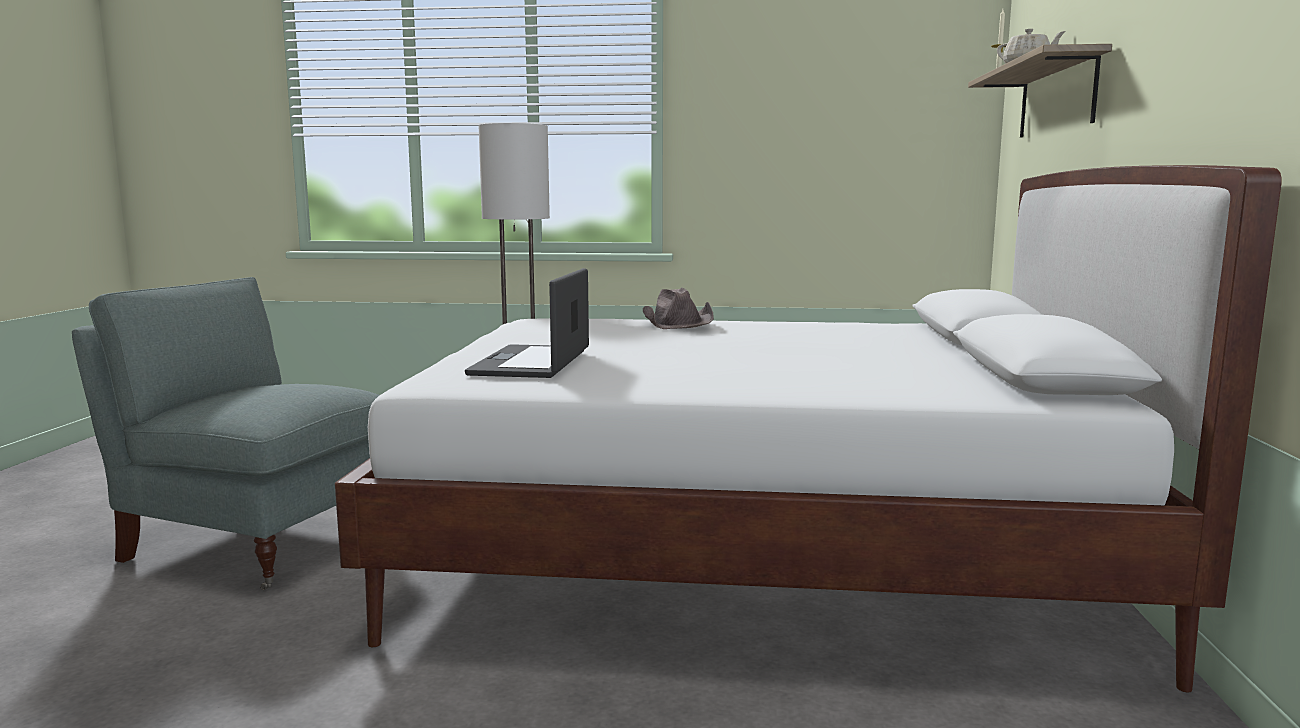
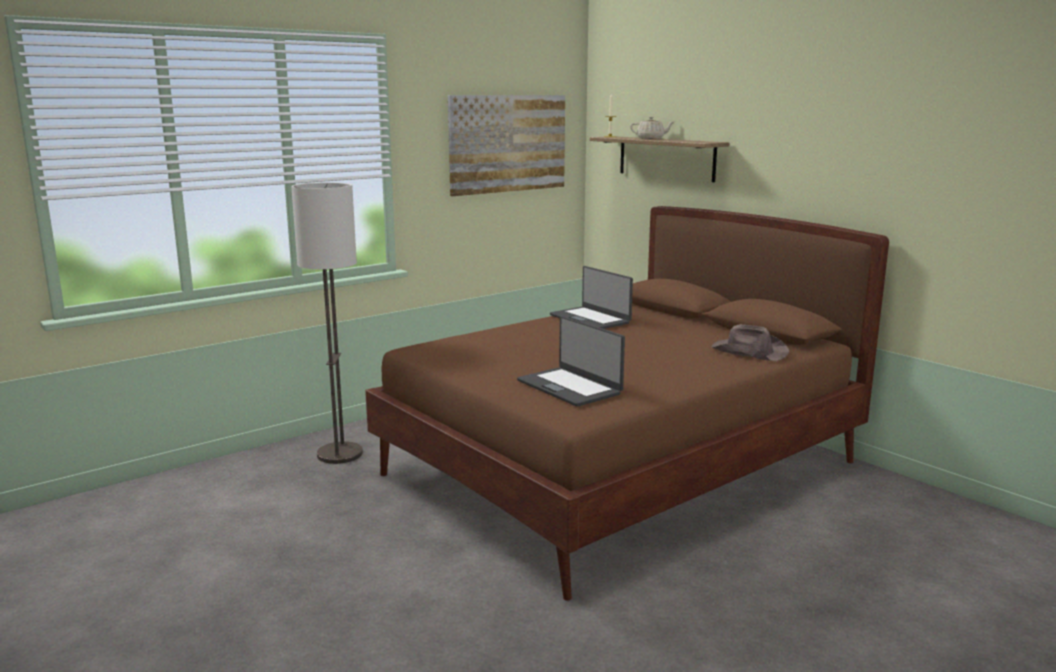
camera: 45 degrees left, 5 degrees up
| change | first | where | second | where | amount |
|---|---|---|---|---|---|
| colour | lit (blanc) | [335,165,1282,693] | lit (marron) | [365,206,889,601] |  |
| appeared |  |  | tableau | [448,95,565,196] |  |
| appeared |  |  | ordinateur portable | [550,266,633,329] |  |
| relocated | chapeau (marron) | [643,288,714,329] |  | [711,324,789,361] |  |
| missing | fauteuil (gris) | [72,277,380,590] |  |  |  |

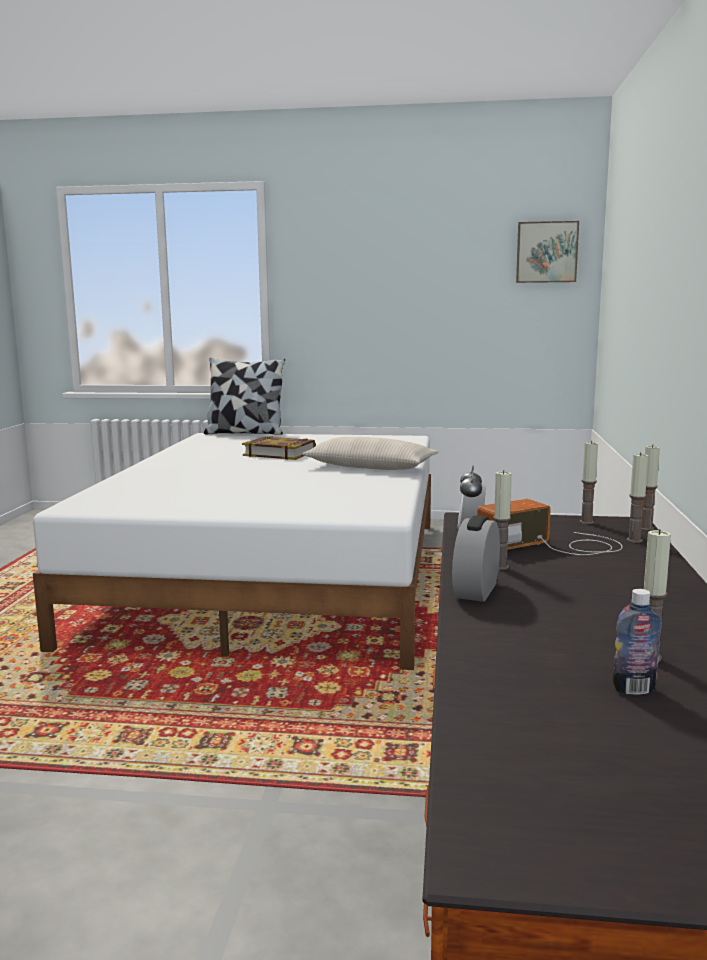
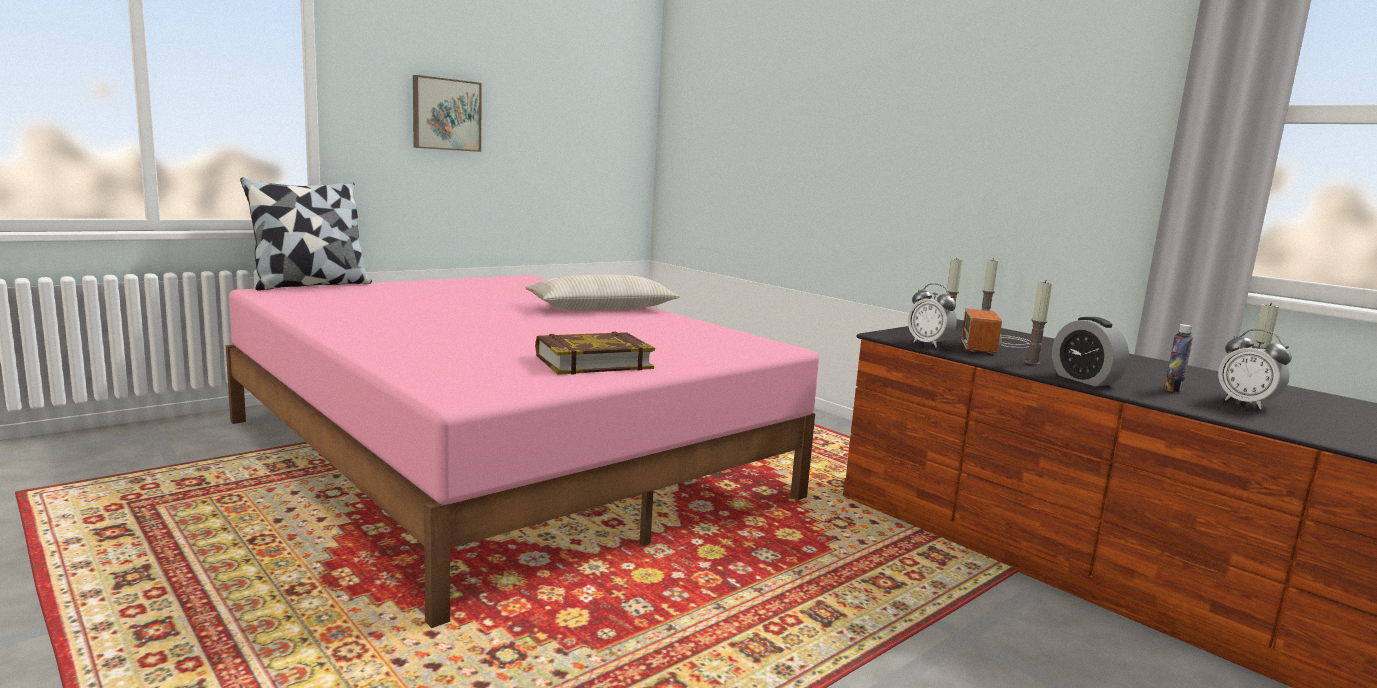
camera: 50 degrees left, 0 degrees up
| change | first | where | second | where | amount |
|---|---|---|---|---|---|
| colour | lit (blanc) | [33,433,431,670] | lit (rose) | [226,275,819,628] |  |
| relocated | tableau | [516,221,579,283] |  | [413,75,482,152] |  |
| relocated | livre | [242,436,316,460] |  | [535,331,655,375] |  |
| relocated | bouteille | [613,589,661,695] |  | [1164,324,1193,392] |  |
| appeared |  |  | réveil | [1218,329,1292,409] |  |
| missing | bougie | [627,452,648,543] |  |  |  |

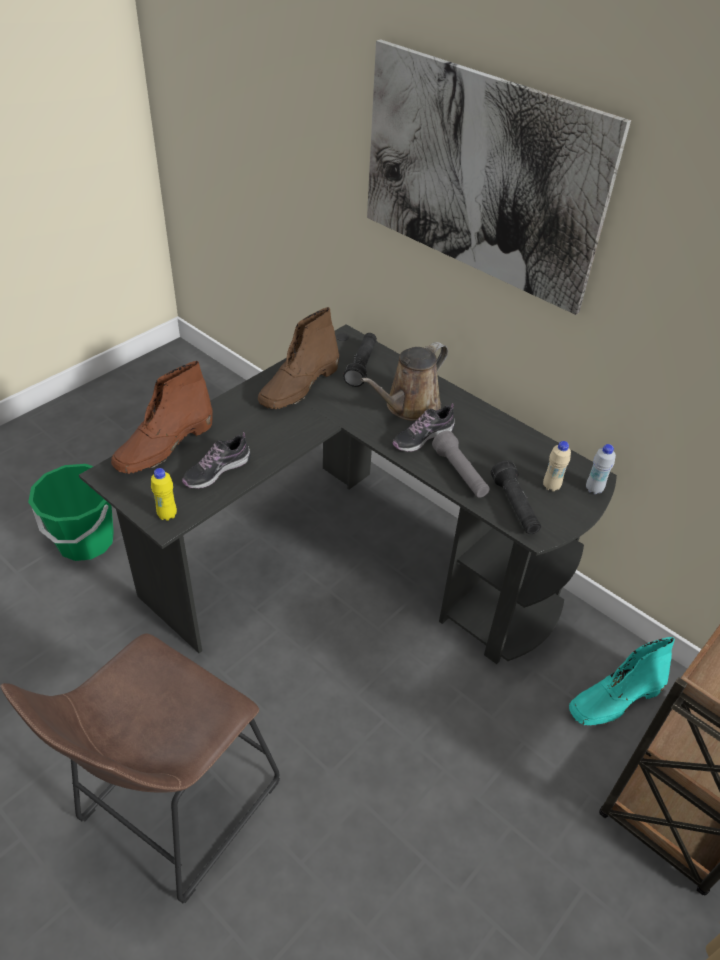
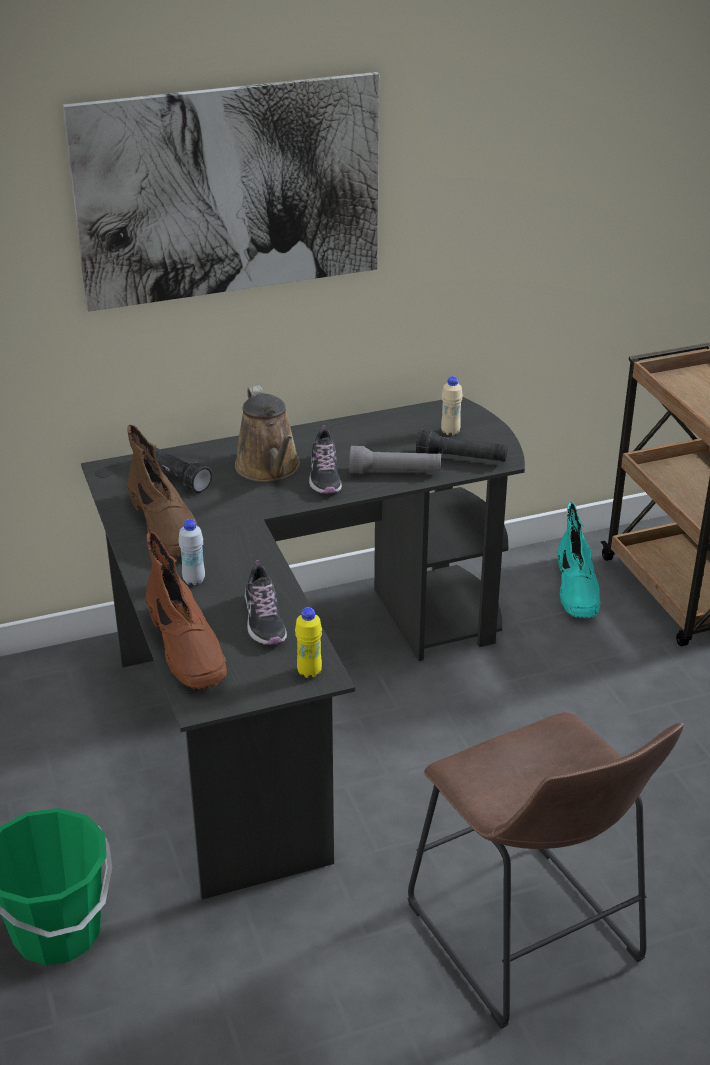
camera: 60 degrees left, 10 degrees down
| change | first | where | second | where | amount |
|---|---|---|---|---|---|
| relocated | bouteille (blanc) | [586,444,616,494] |  | [179,519,205,585] |  |

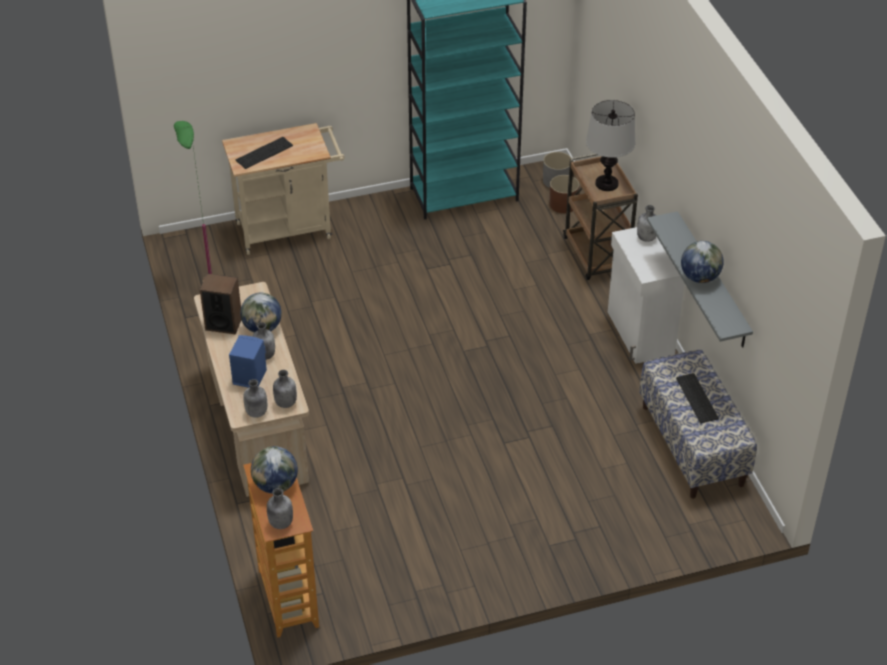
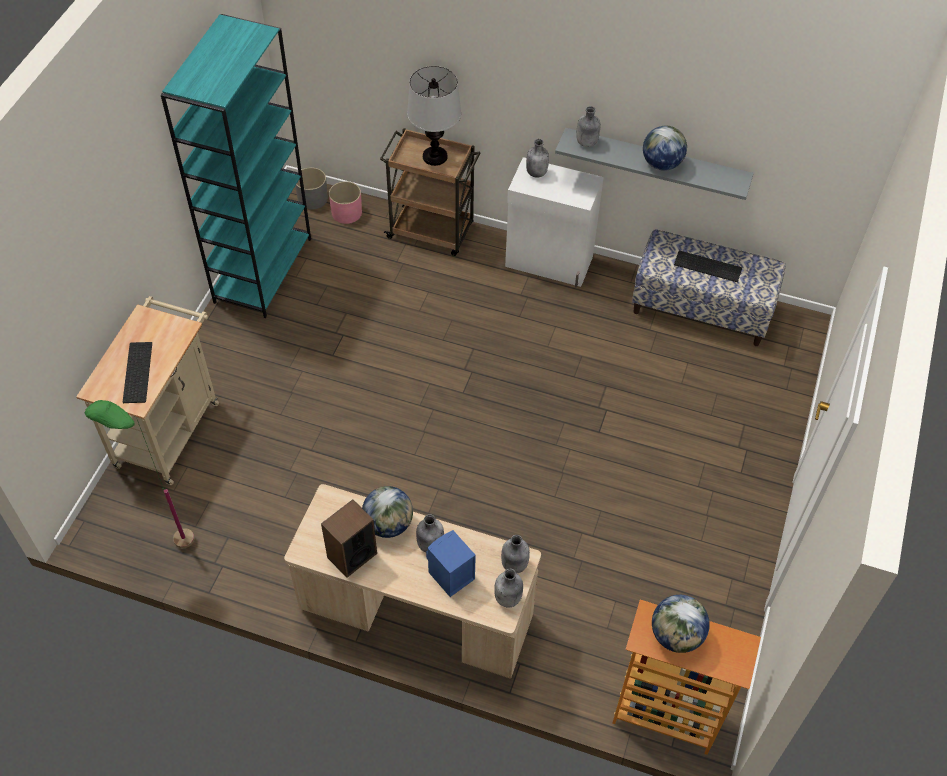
camera: 55 degrees left, 10 degrees up
| change | first | where | second | where | amount |
|---|---|---|---|---|---|
| colour | cache-pot (marron) | [549,175,579,213] | cache-pot (rose) | [329,181,362,224] |  |
| relocated | bouteille (gris) | [267,488,293,529] |  | [576,106,600,147] |  |

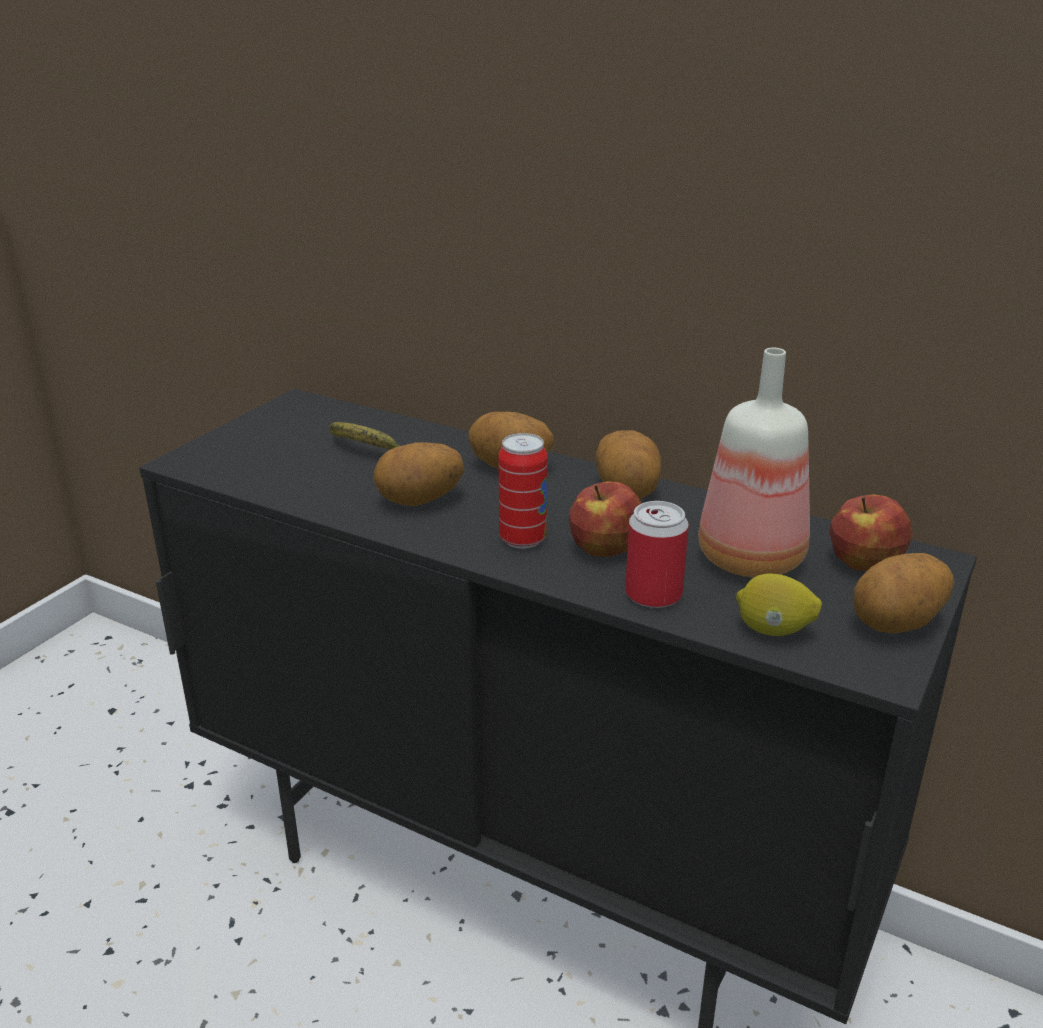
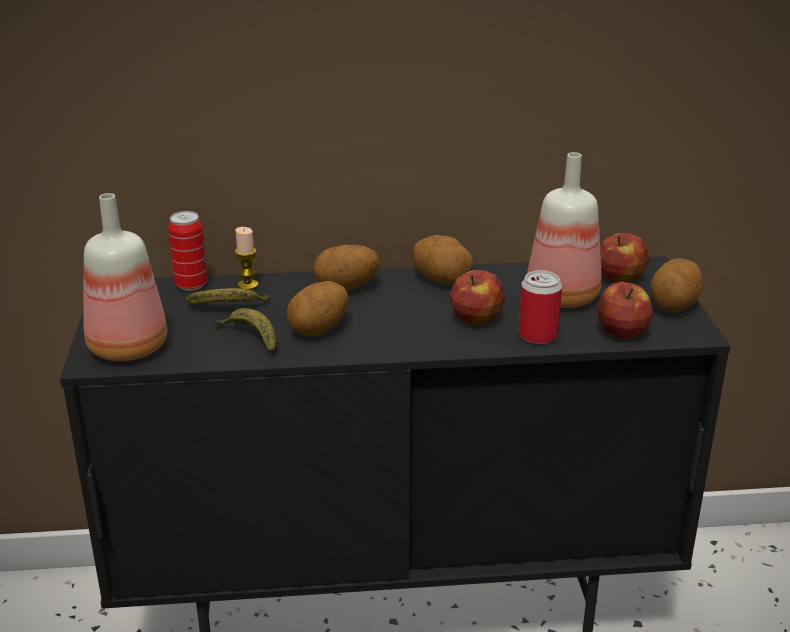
camera: 35 degrees left, 0 degrees up
| change | first | where | second | where | amount |
|---|---|---|---|---|---|
| appeared |  |  | bouteille | [84,193,167,361] |  |
| relocated | boîte métallique | [498,433,548,549] |  | [168,211,207,291] |  |
| appeared |  |  | banane | [215,308,276,353] |  |
| appeared |  |  | bougie | [235,227,259,290] |  |
| exchanged | citron | [736,573,822,636] | pomme | [598,282,653,339] |  |

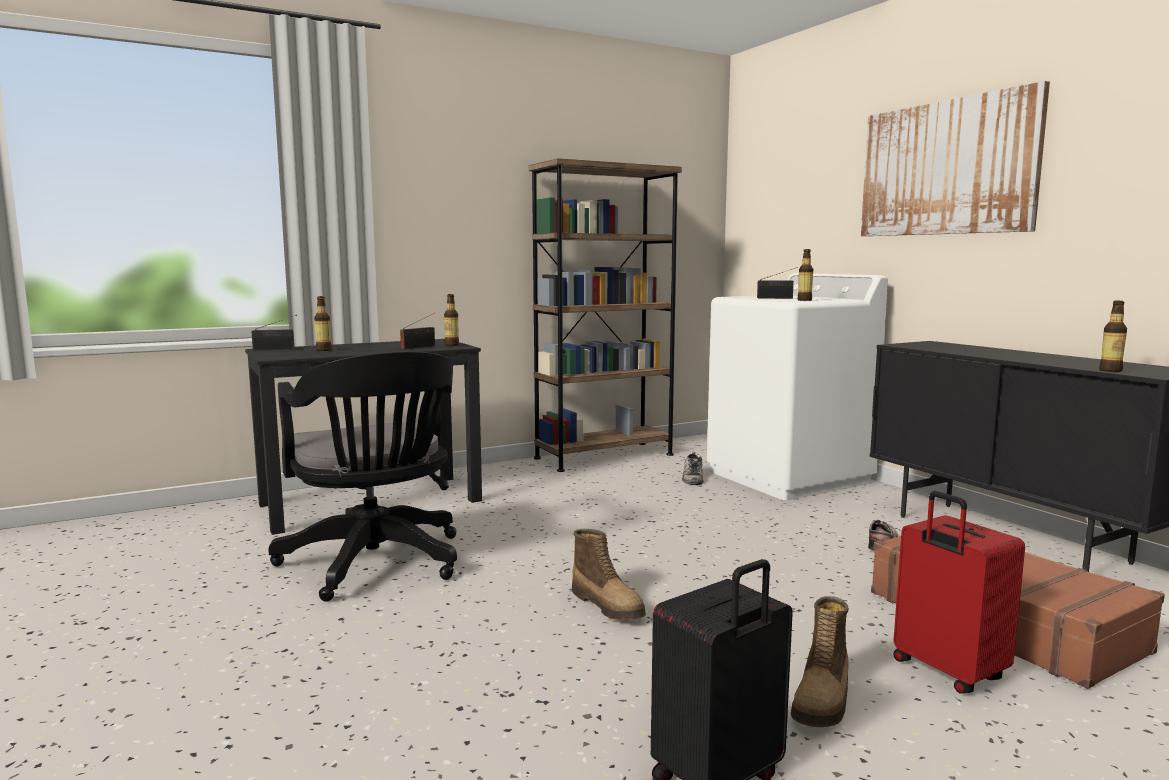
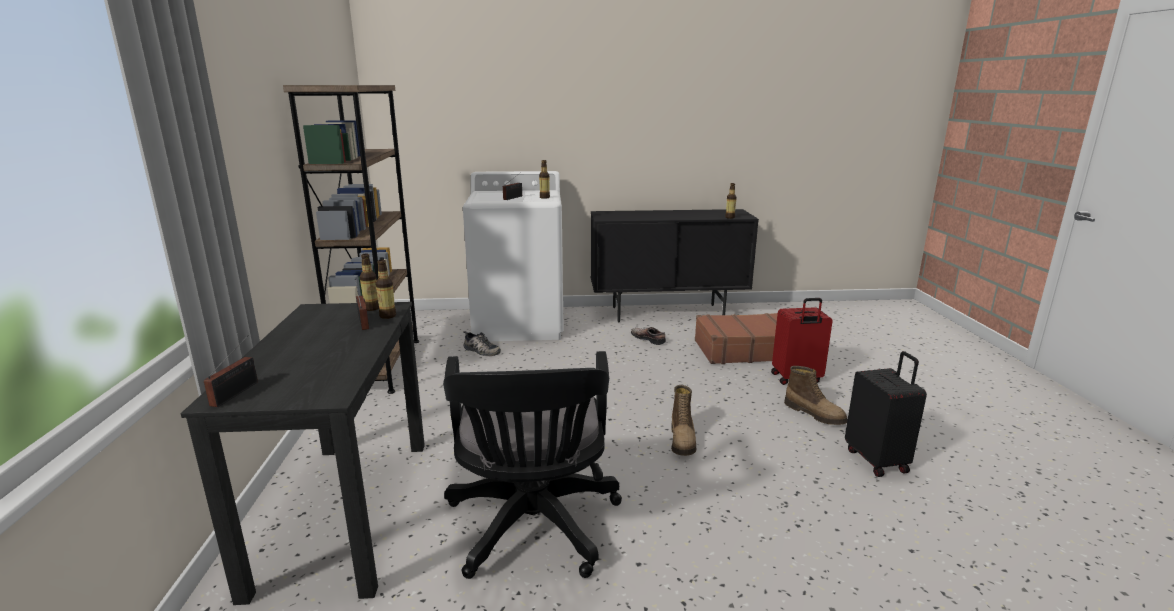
camera: 65 degrees left, 10 degrees up
| change | first | where | second | where | amount |
|---|---|---|---|---|---|
| relocated | bouteille | [314,296,332,351] |  | [376,259,396,319] |  |
| spun | chaise de bureau (noir) | [269,351,457,602] |  | [443,351,622,579] | 90 degrees clockwise |
| spun | botte | [572,529,646,620] |  | [671,385,696,456] | 105 degrees clockwise |
| missing | tableau | [861,81,1050,236] |  |  |  |

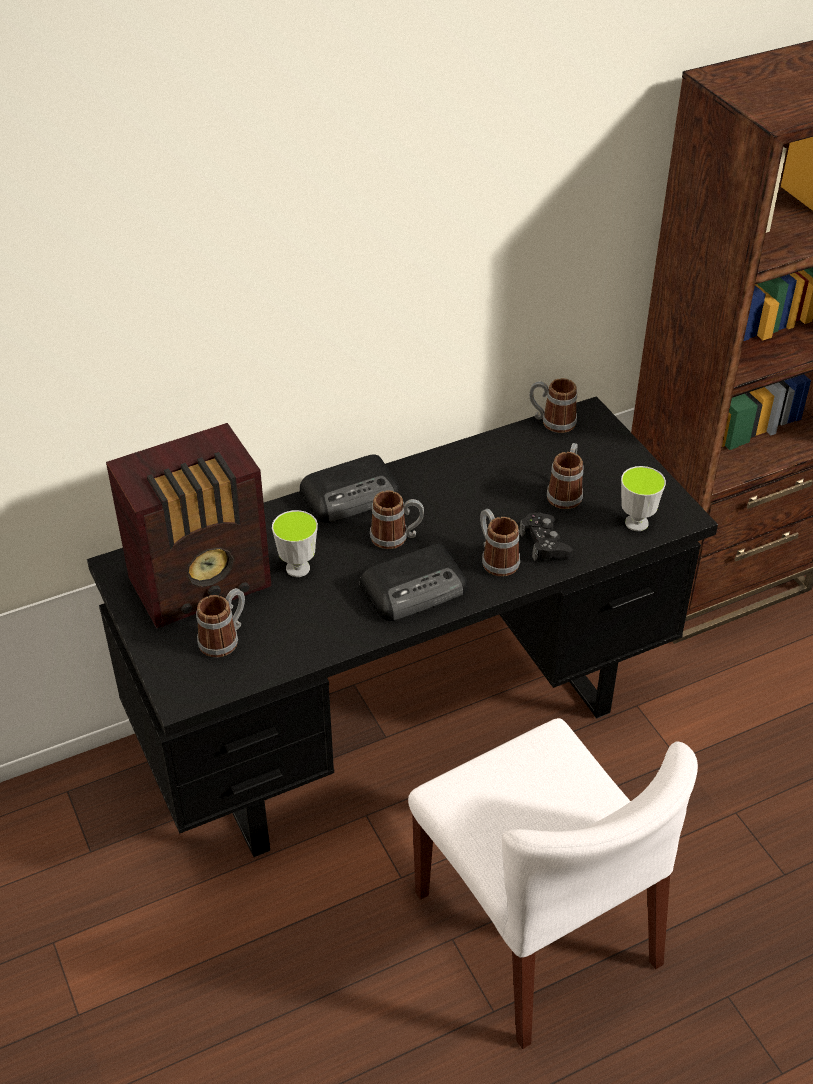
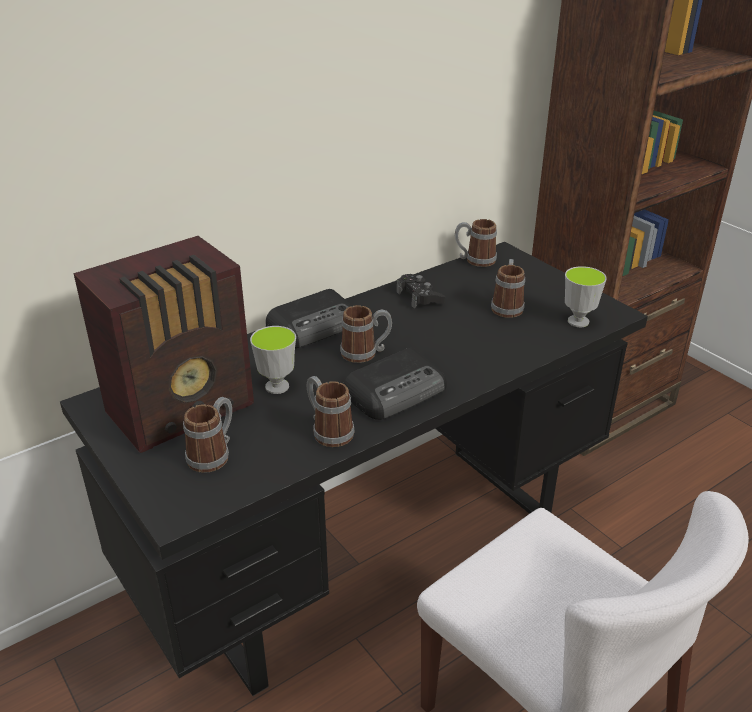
camera: 10 degrees left, 10 degrees down
| change | first | where | second | where | amount |
|---|---|---|---|---|---|
| relocated | mug | [480,509,520,576] |  | [307,376,355,447] |  |
| relocated | manette (noir) | [519,512,573,561] |  | [396,274,445,309] |  |

